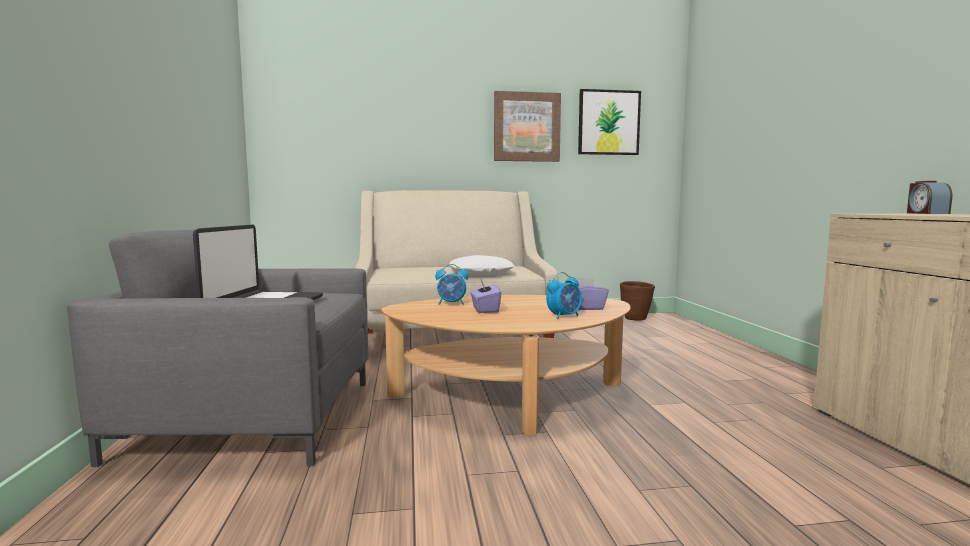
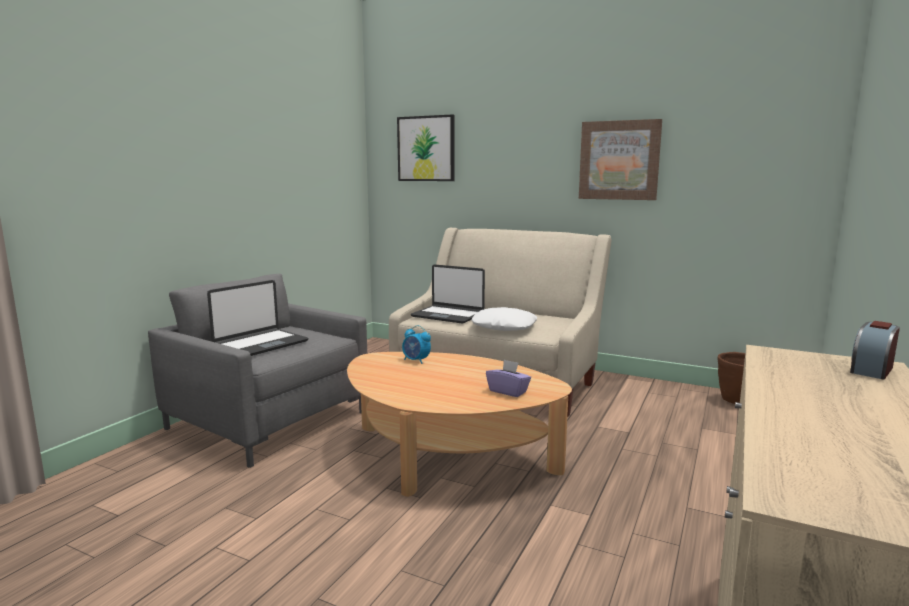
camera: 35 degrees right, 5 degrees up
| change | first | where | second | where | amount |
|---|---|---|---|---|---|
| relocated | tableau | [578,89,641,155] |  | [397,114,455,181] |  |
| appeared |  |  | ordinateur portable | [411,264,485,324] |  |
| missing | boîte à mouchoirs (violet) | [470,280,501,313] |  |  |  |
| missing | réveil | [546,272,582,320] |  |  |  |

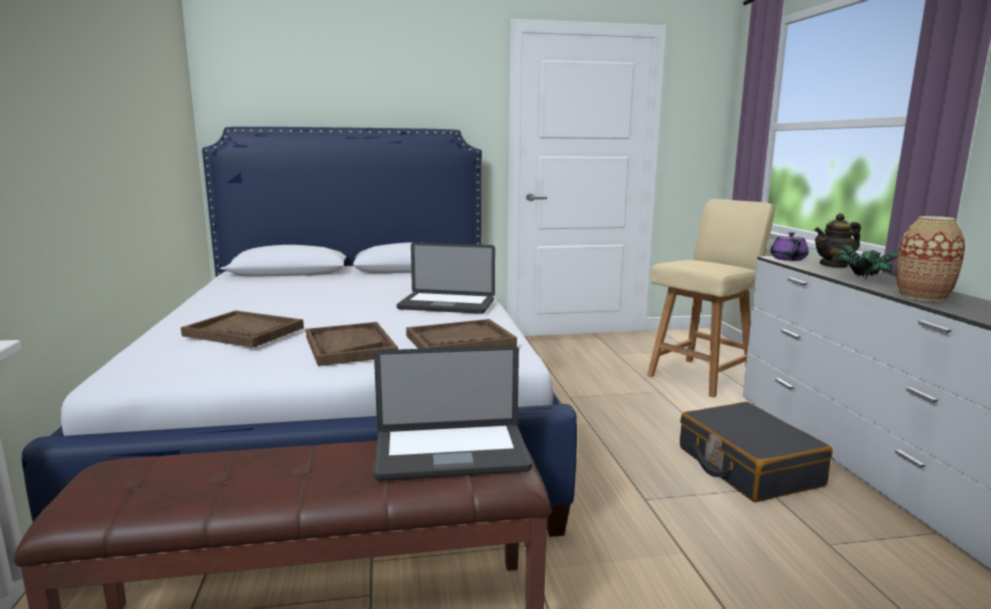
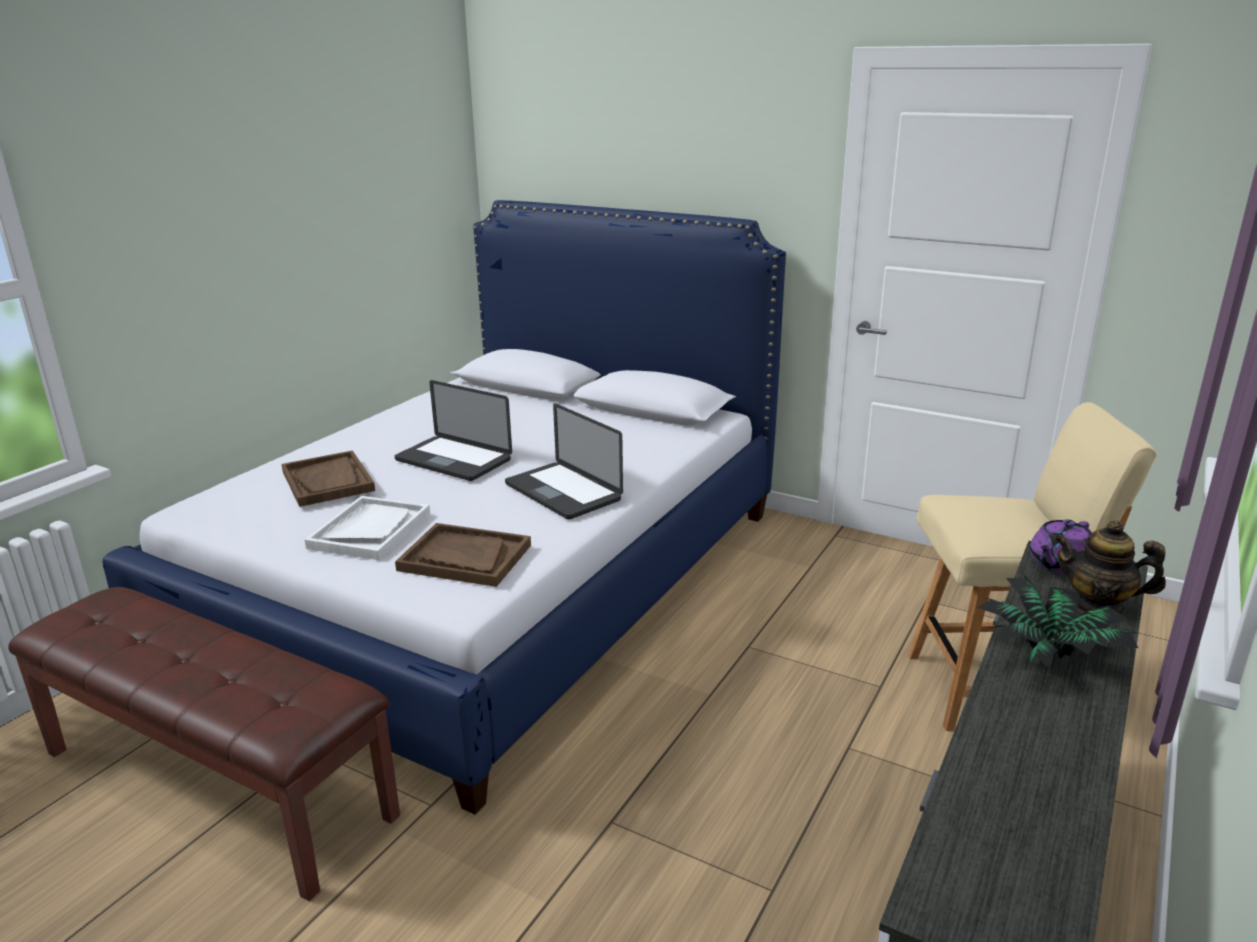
camera: 40 degrees right, 10 degrees up
| change | first | where | second | where | amount |
|---|---|---|---|---|---|
| colour | plateau (marron) | [306,322,398,366] | plateau (blanc) | [305,496,430,560] |  |
| relocated | ordinateur portable | [374,345,532,481] |  | [395,380,512,481] |  |
| missing | valise (noir) | [680,402,833,502] |  |  |  |
| missing | vase | [896,216,965,302] |  |  |  |

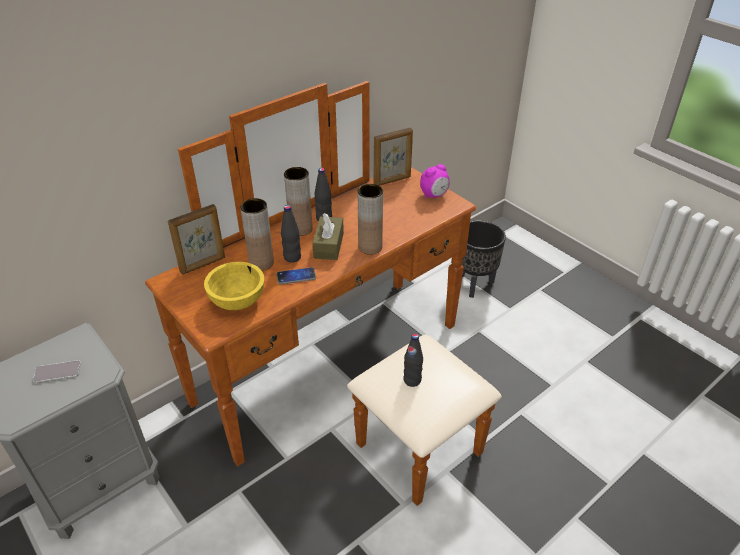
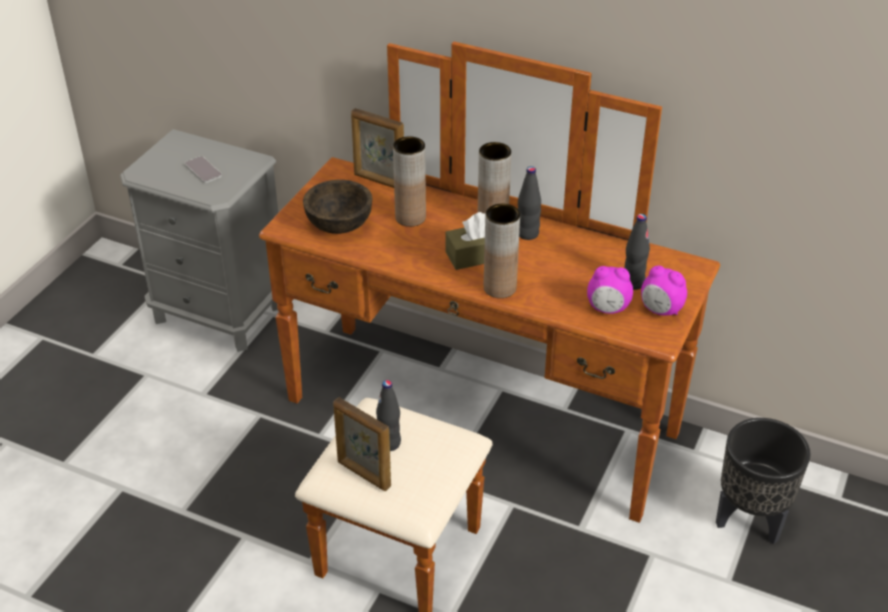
camera: 65 degrees right, 0 degrees up
| change | first | where | second | where | amount |
|---|---|---|---|---|---|
| colour | bol (jaune) | [204,262,264,310] | bol (marron) | [303,180,373,234] |  |
| relocated | cadre photo | [373,127,413,186] |  | [333,397,391,491] |  |
| appeared |  |  | réveil | [587,266,633,314] |  |
| relocated | bouteille (noir) | [281,205,301,263] |  | [625,214,650,290] |  |
| missing | téléphone | [276,267,316,285] |  |  |  |

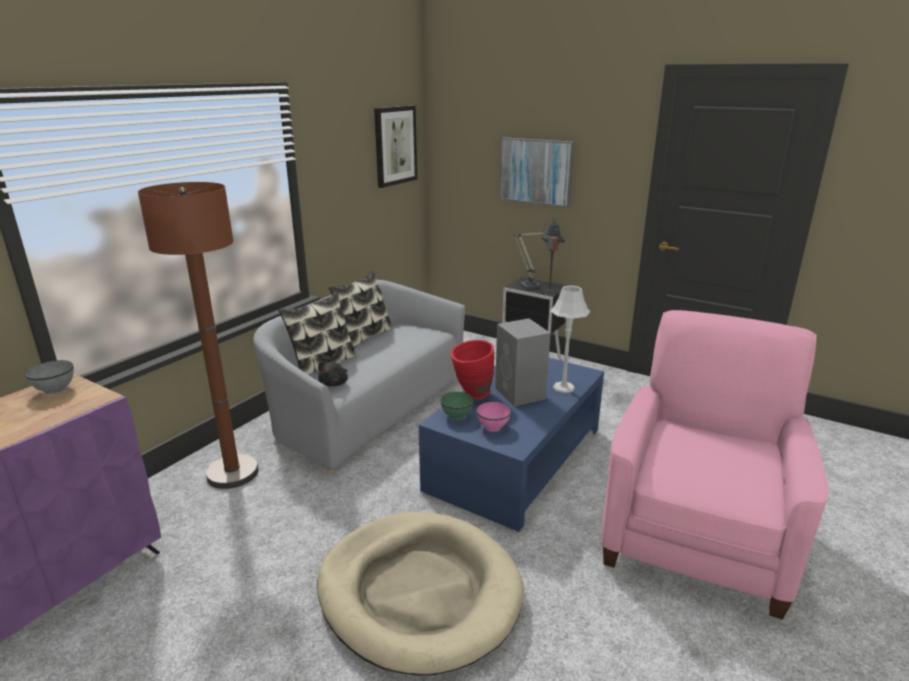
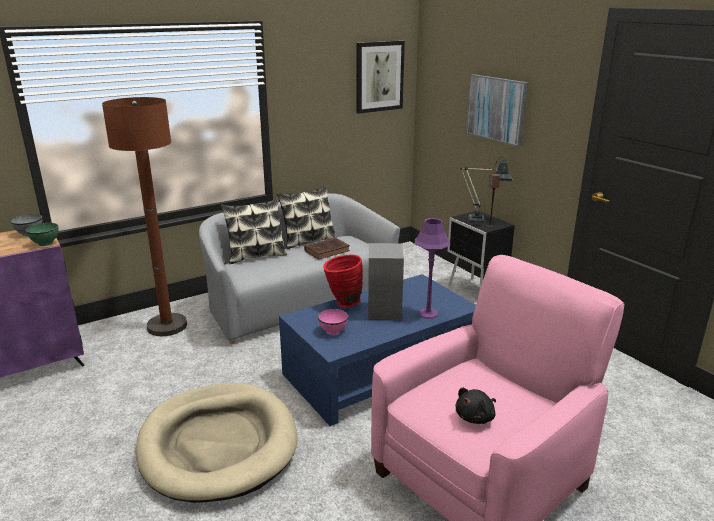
camera: 25 degrees right, 0 degrees up
| change | first | where | second | where | amount |
|---|---|---|---|---|---|
| relocated | bol (vert) | [440,392,474,420] |  | [26,223,59,246] |  |
| appeared |  |  | livre (marron) | [304,238,350,260] |  |
| colour | lampe de table (gris) | [550,285,590,393] | lampe de table (violet) | [415,218,450,319] |  |
| relocated | peluche (noir) | [318,362,348,386] |  | [456,388,496,424] |  |

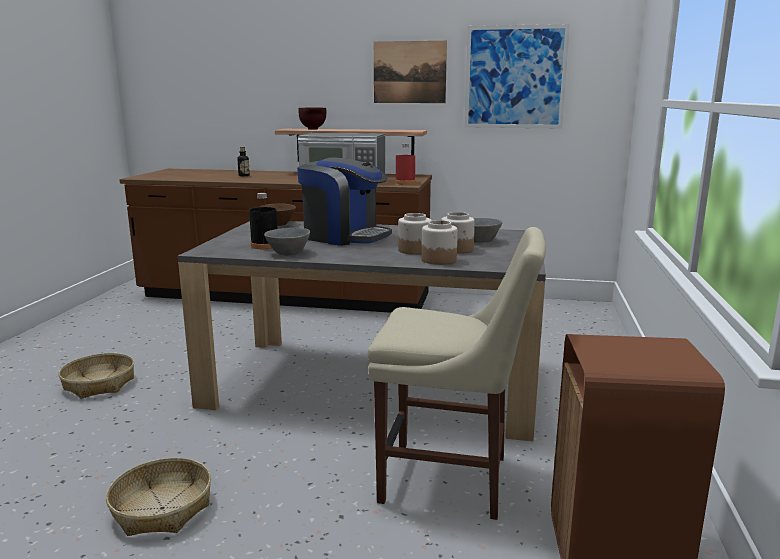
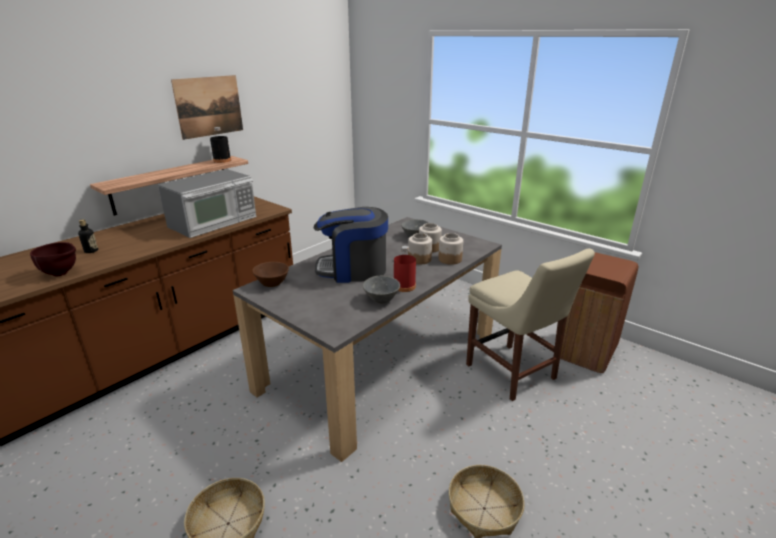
camera: 60 degrees left, 10 degrees up
| change | first | where | second | where | amount |
|---|---|---|---|---|---|
| relocated | bol (marron) | [298,108,326,130] |  | [30,242,76,276] |  |
| relocated | bouteille (noir) | [249,193,277,249] |  | [210,127,231,163] |  |
| spun | machine à café | [297,157,392,246] |  | [314,207,388,283] | 150 degrees counterclockwise |
| relocated | bouteille (rouge) | [395,144,415,185] |  | [394,246,416,292] |  |
| spun | chaise (beige) | [368,227,546,520] |  | [466,249,595,401] | 105 degrees clockwise |
| missing | tableau | [464,24,570,128] |  |  |  |

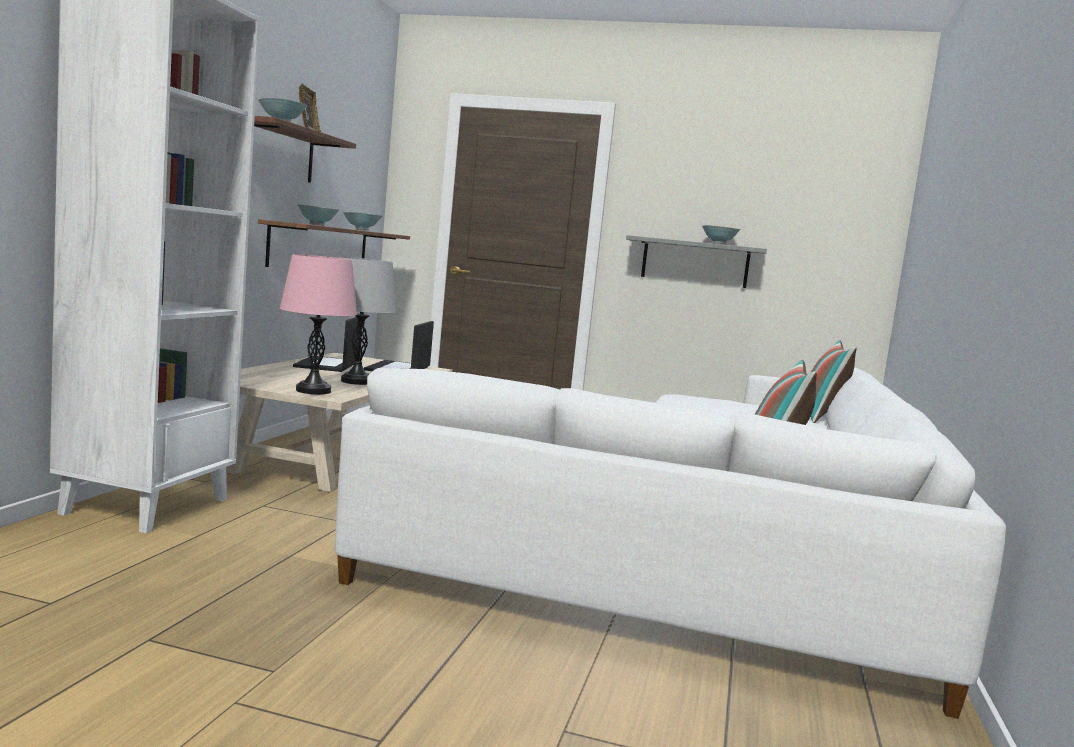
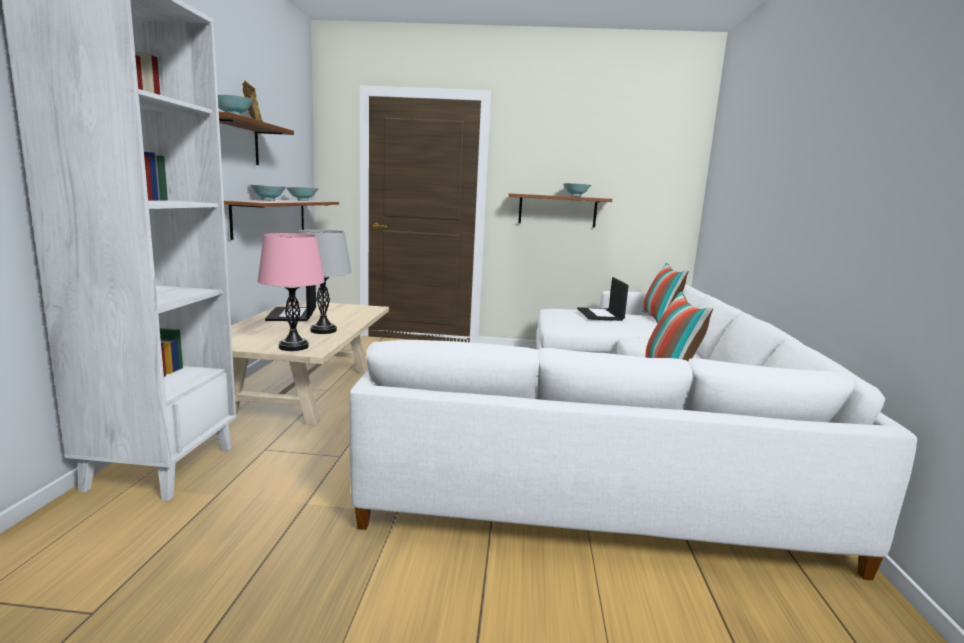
camera: 10 degrees left, 5 degrees up
| change | first | where | second | where | amount |
|---|---|---|---|---|---|
| colour | étagère (gris) | [626,235,767,288] | étagère (marron) | [508,193,612,228] |  |
| relocated | ordinateur portable | [364,321,434,371] |  | [577,277,629,321] |  |

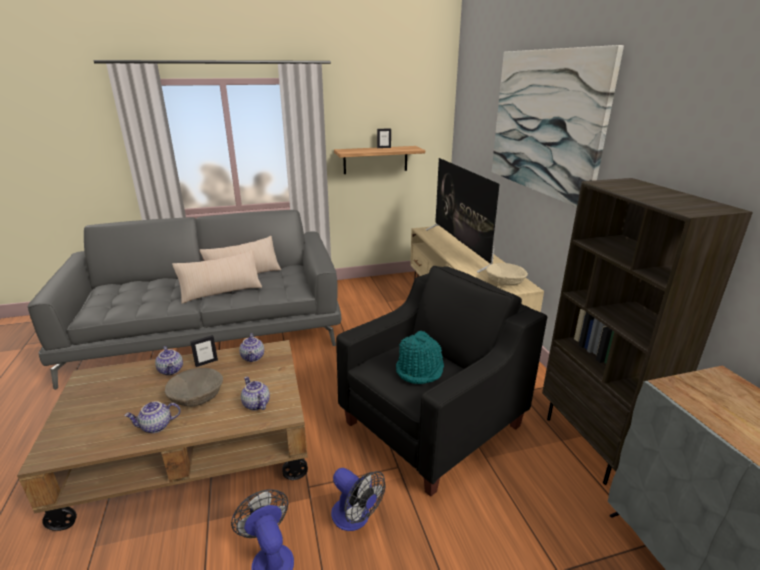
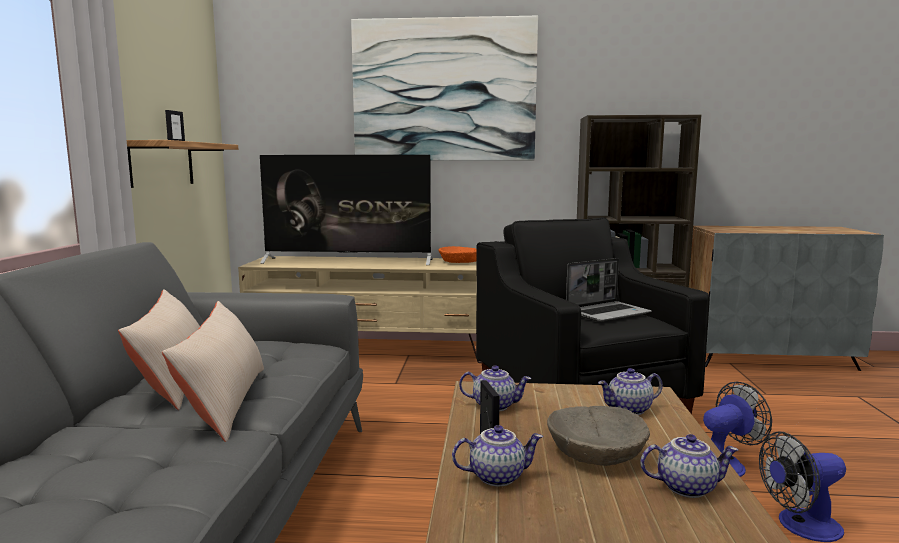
camera: 70 degrees left, 15 degrees down
| change | first | where | second | where | amount |
|---|---|---|---|---|---|
| colour | bol (beige) | [486,263,528,286] | bol (orange) | [439,246,477,263] |  |
| exchanged | chapeau (turquoise) | [396,331,444,384] | ordinateur portable | [566,258,652,322] |  |
| spun | théière | [124,401,181,433] |  | [640,434,738,498] | 90 degrees counterclockwise |

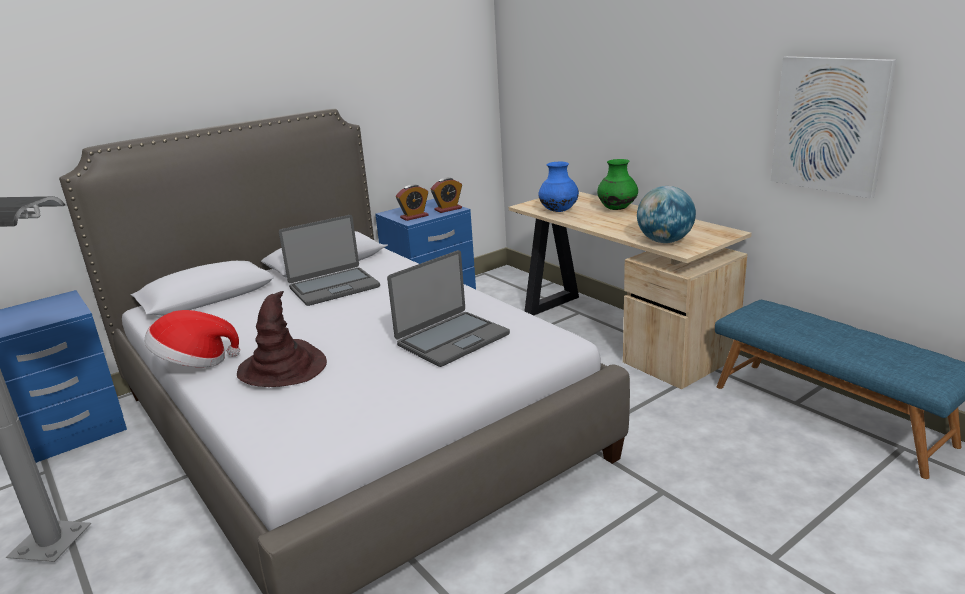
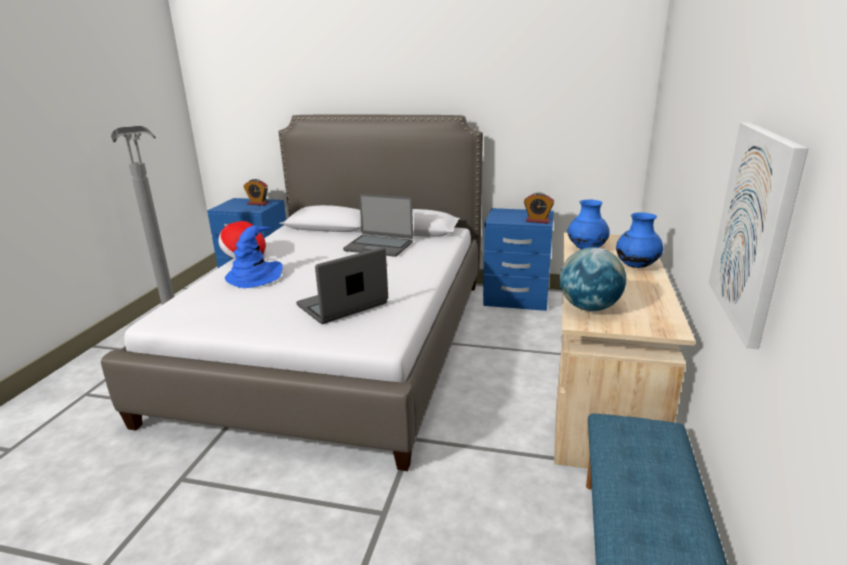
camera: 50 degrees right, 0 degrees up
| change | first | where | second | where | amount |
|---|---|---|---|---|---|
| colour | chapeau (marron) | [237,291,327,387] | chapeau (bleu) | [225,226,283,288] |  |
| relocated | réveil | [396,184,429,221] |  | [243,179,269,206] |  |
| spun | ordinateur portable | [387,250,510,367] |  | [296,247,388,324] | 135 degrees clockwise |
| colour | vase (vert) | [597,159,638,210] | vase (bleu) | [616,212,663,268] |  |

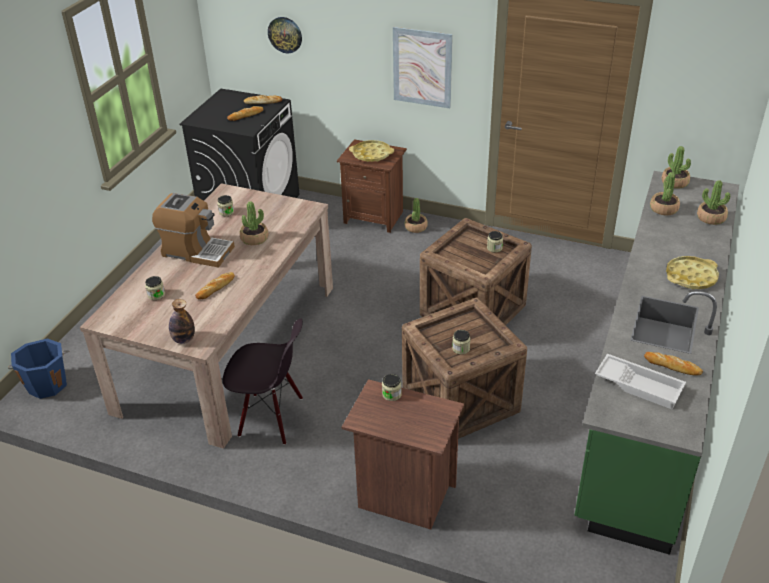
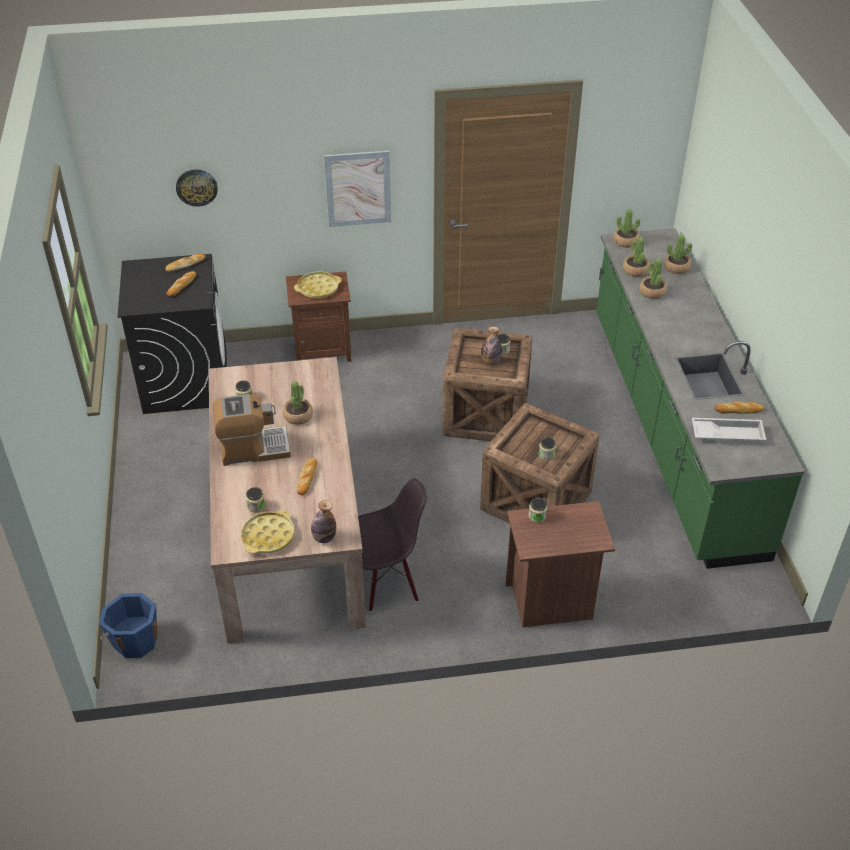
camera: 30 degrees left, 5 degrees up
| change | first | where | second | where | amount |
|---|---|---|---|---|---|
| relocated | plateau (jaune) | [666,256,719,289] |  | [241,510,294,554] |  |
| appeared |  |  | bouteille | [481,326,502,365] |  |
| relocated | plante en pot | [404,198,428,233] |  | [639,259,667,299] |  |

